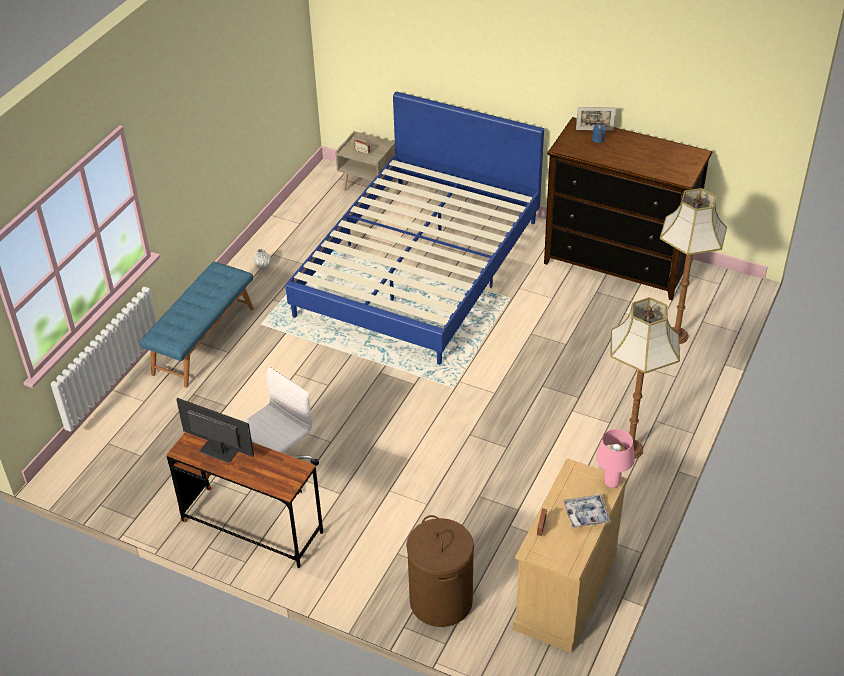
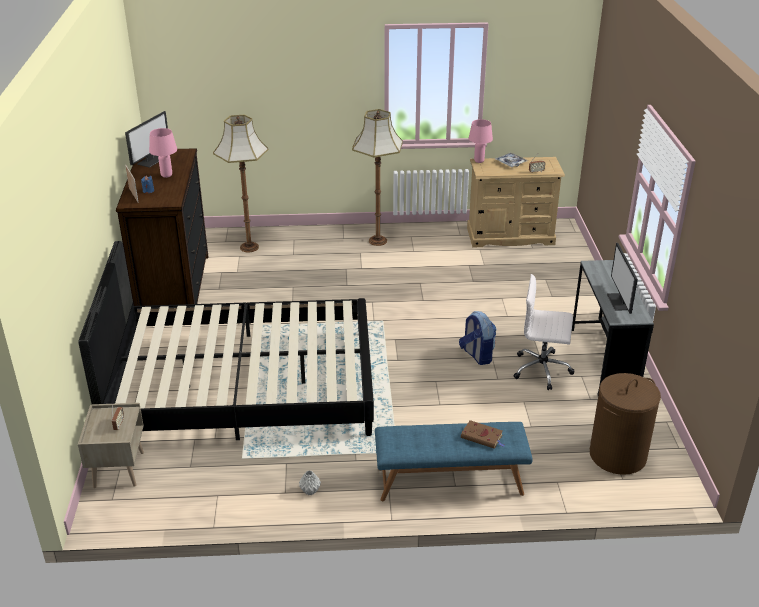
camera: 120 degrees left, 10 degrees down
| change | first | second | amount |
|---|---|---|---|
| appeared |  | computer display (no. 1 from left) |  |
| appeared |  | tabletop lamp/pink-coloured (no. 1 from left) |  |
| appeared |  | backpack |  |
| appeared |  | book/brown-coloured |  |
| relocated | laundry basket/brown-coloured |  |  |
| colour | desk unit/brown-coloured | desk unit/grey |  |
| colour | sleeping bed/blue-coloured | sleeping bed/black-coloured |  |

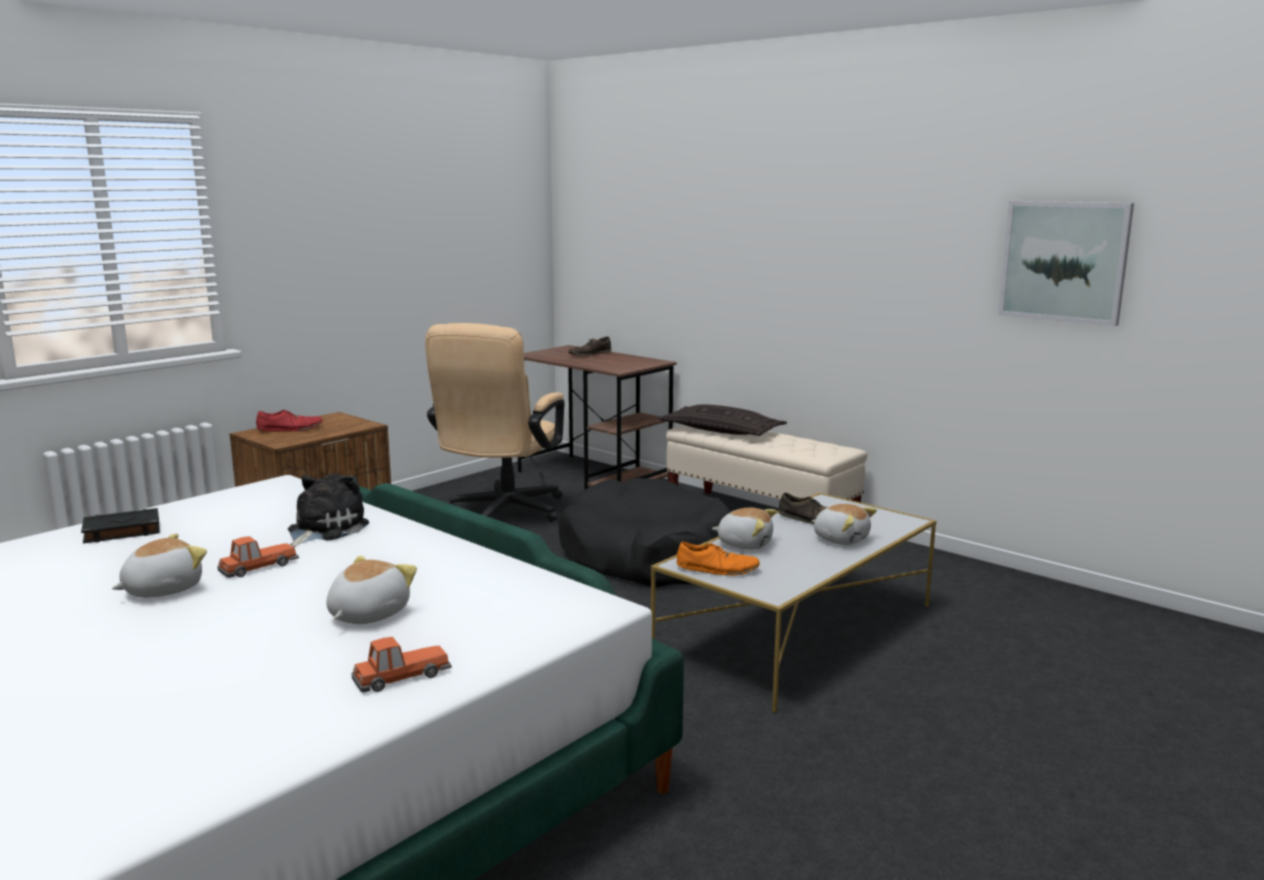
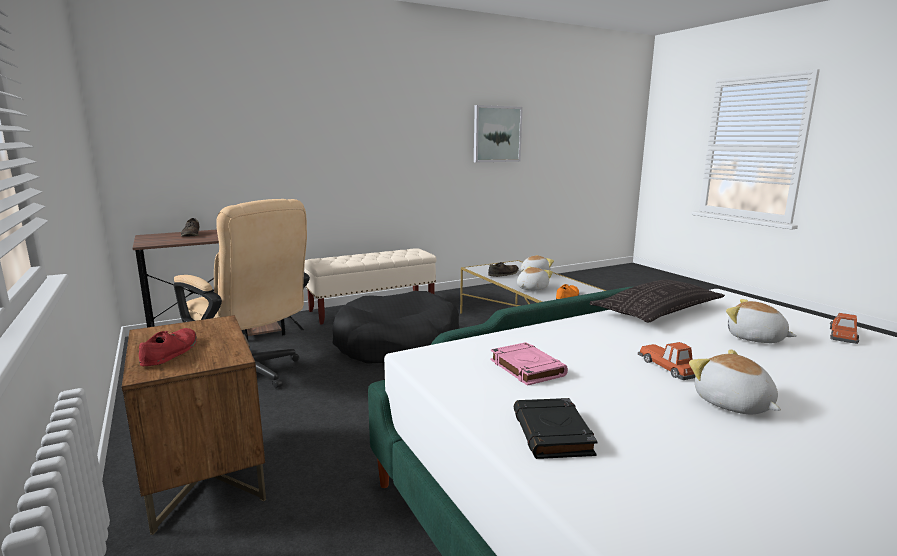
camera: 70 degrees left, 0 degrees up
| change | first | second | amount |
|---|---|---|---|
| missing | soft toy (no. 2 from left) |  |  |
| appeared |  | book/pink-coloured |  |
| relocated | throw pillow |  |  |
| spun | model car (no. 2 from left) |  | 45 degrees clockwise |

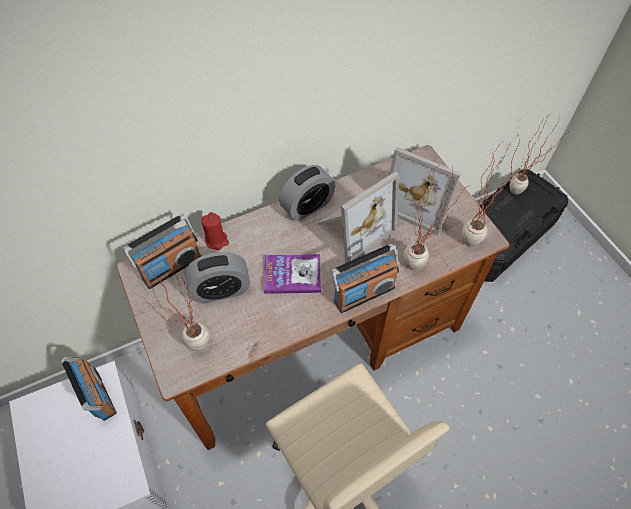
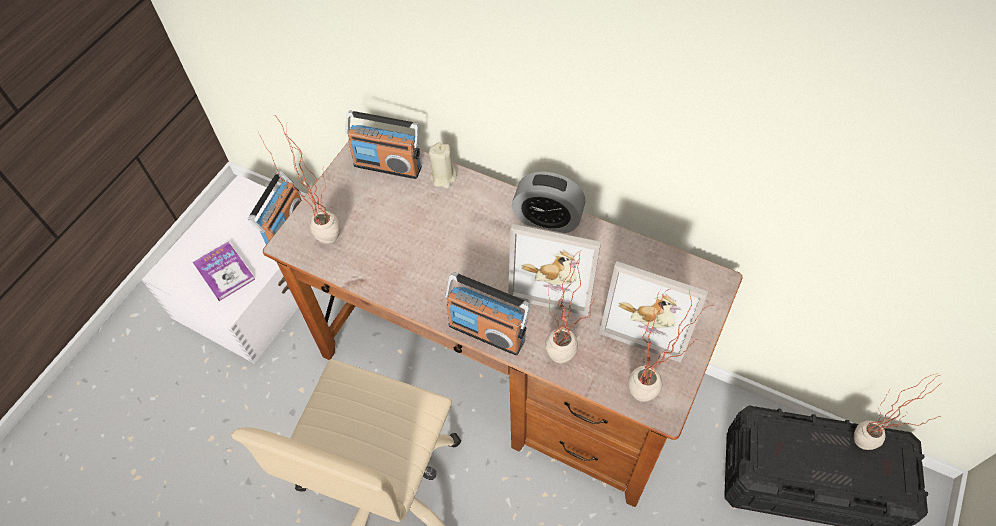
camera: 55 degrees right, 0 degrees up
| change | first | second | amount |
|---|---|---|---|
| missing | bedside clock (no. 1 from left) |  |  |
| relocated | book |  |  |
| colour | wax light/reddish | wax light/beige |  |
| spun | standing frame (no. 2 from left) |  | 60 degrees counterclockwise |

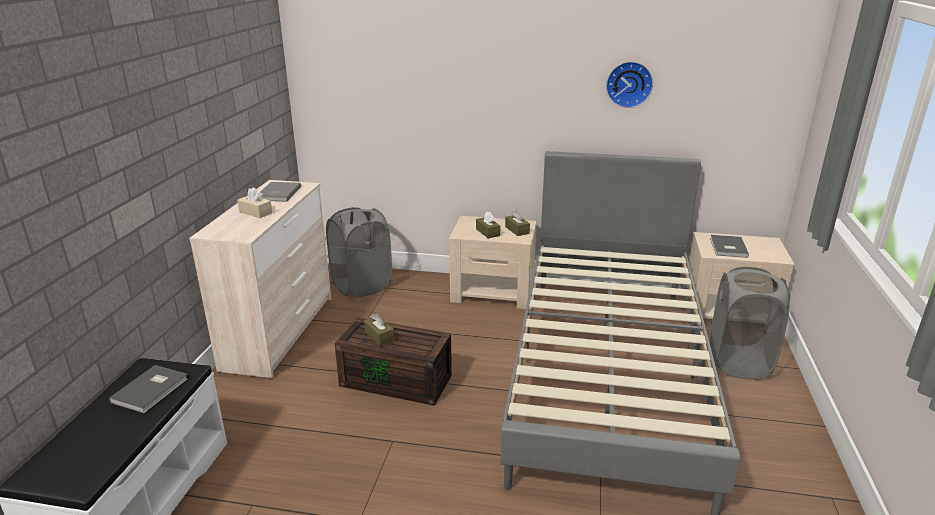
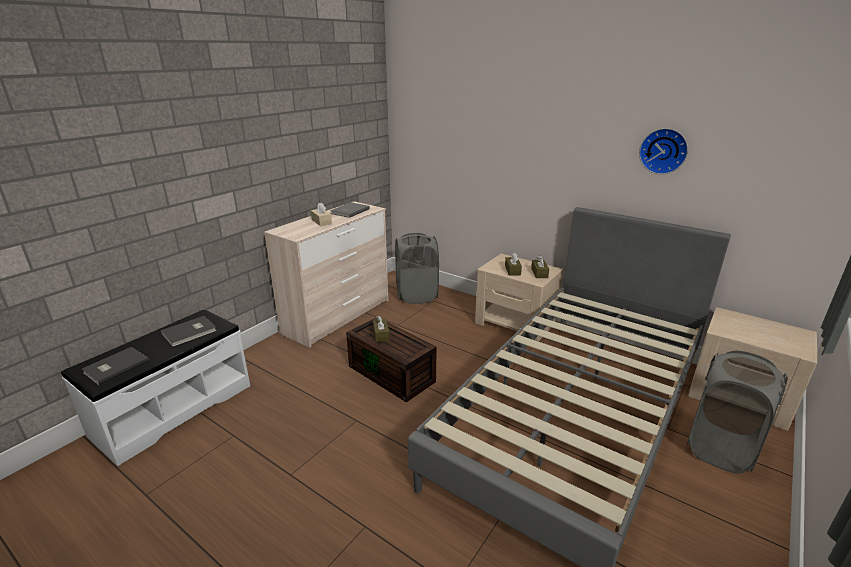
camera: 25 degrees right, 0 degrees up
| change | first | second | amount |
|---|---|---|---|
| relocated | book/grey (no. 3 from left in the first image) | book/grey (no. 1 from left) |  |

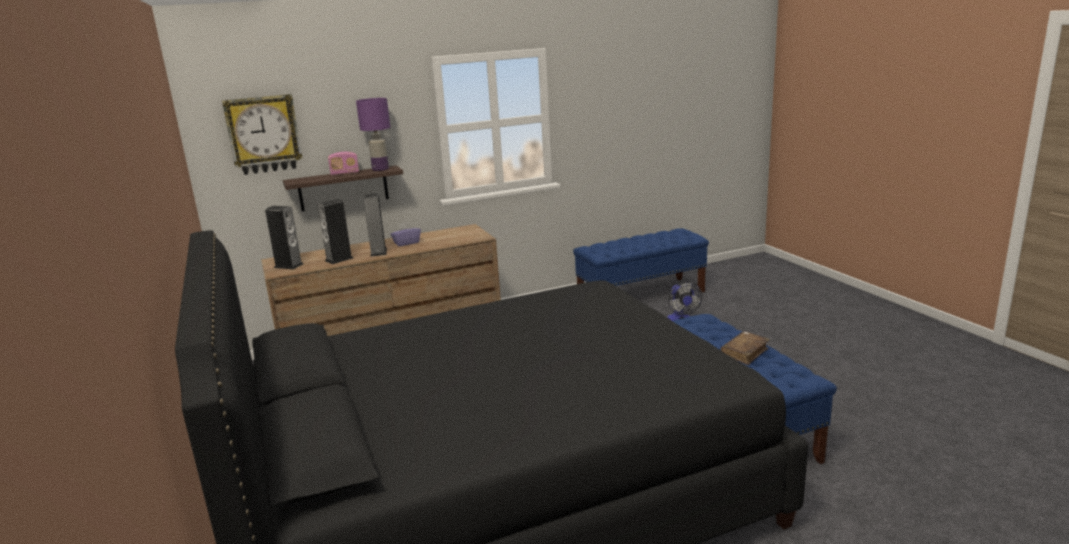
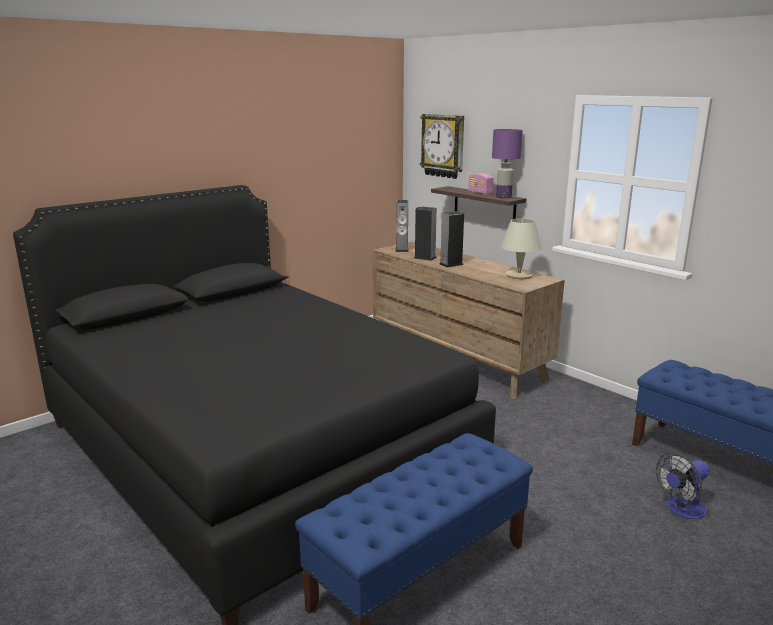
camera: 70 degrees right, 0 degrees up
| change | first | second | amount |
|---|---|---|---|
| missing | tissue box/purplish |  |  |
| missing | book/brown-coloured |  |  |
| appeared |  | tabletop lamp/beige |  |

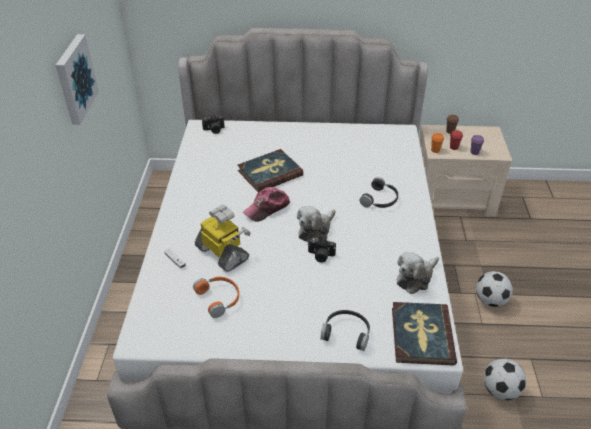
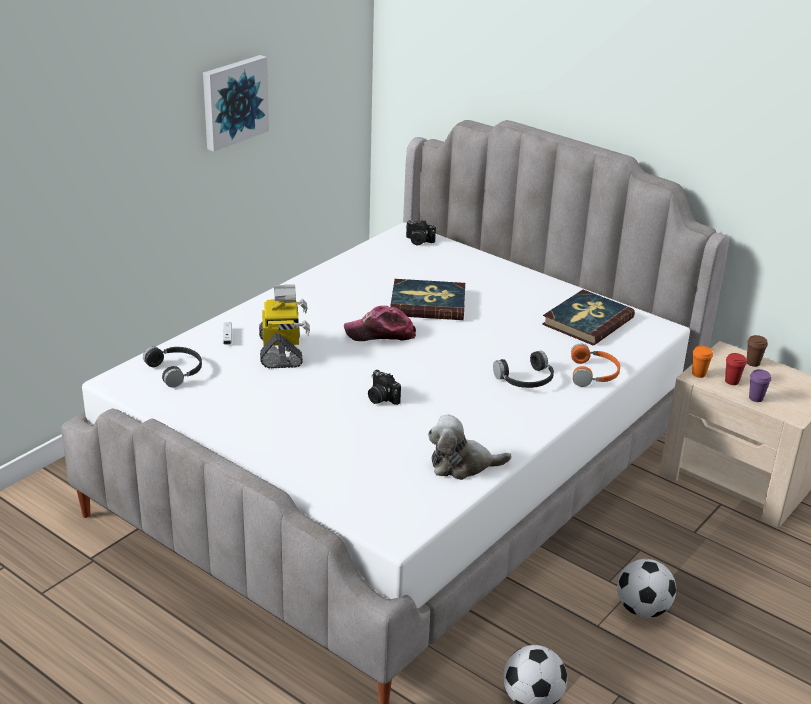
camera: 35 degrees right, 10 degrees down
| change | first | second | amount |
|---|---|---|---|
| missing | soft toy (no. 1 from left) |  |  |
| relocated | pair of headphones/orange-coloured |  |  |
| relocated | pair of headphones/black-coloured (no. 1 from left) |  |  |
| relocated | book (no. 2 from left) |  |  |

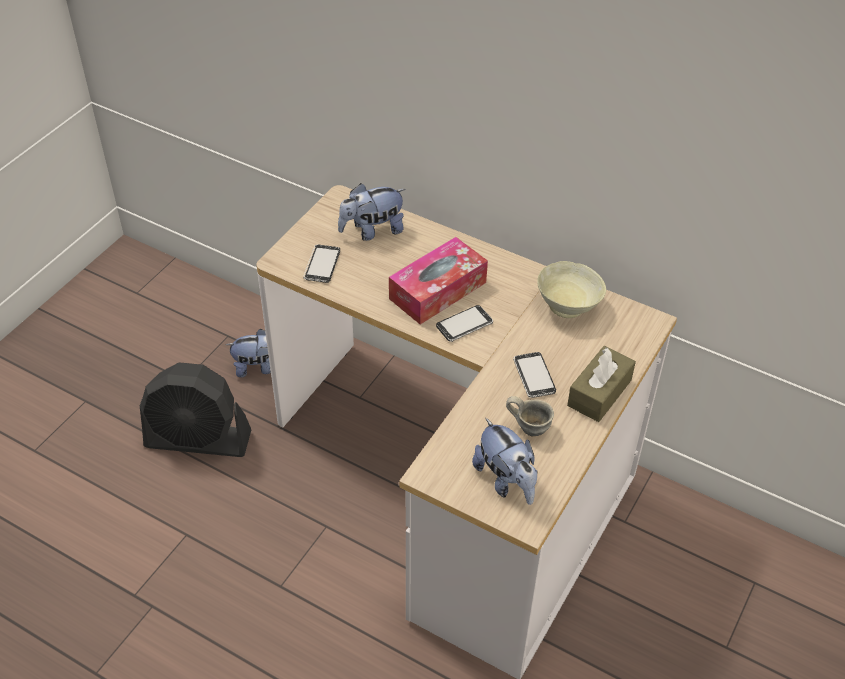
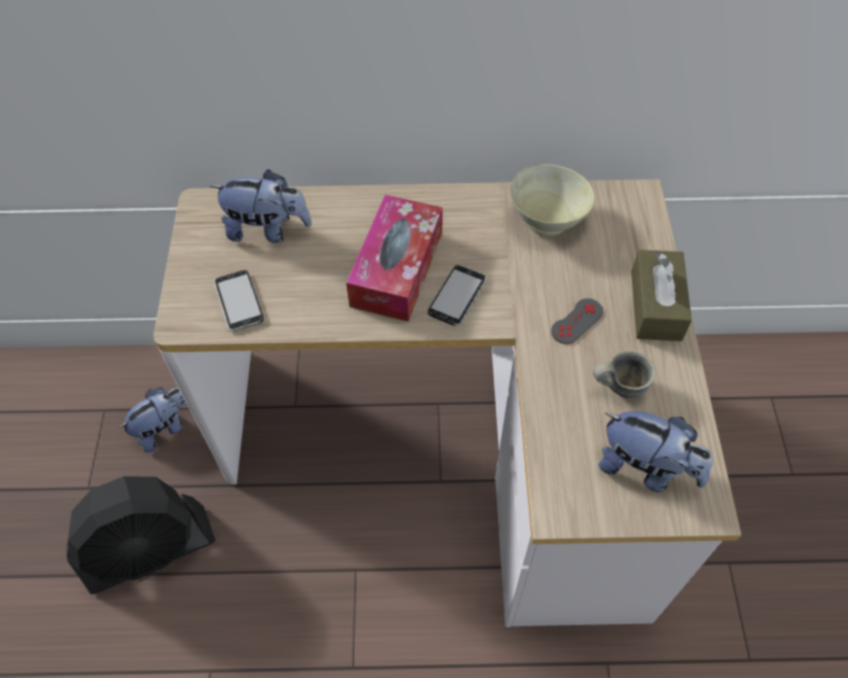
camera: 30 degrees left, 10 degrees up
| change | first | second | amount |
|---|---|---|---|
| exchanged | phone (no. 3 from left) | gamepad/grey |  |
| spun | soft toy (no. 2 from left) |  | 120 degrees counterclockwise |

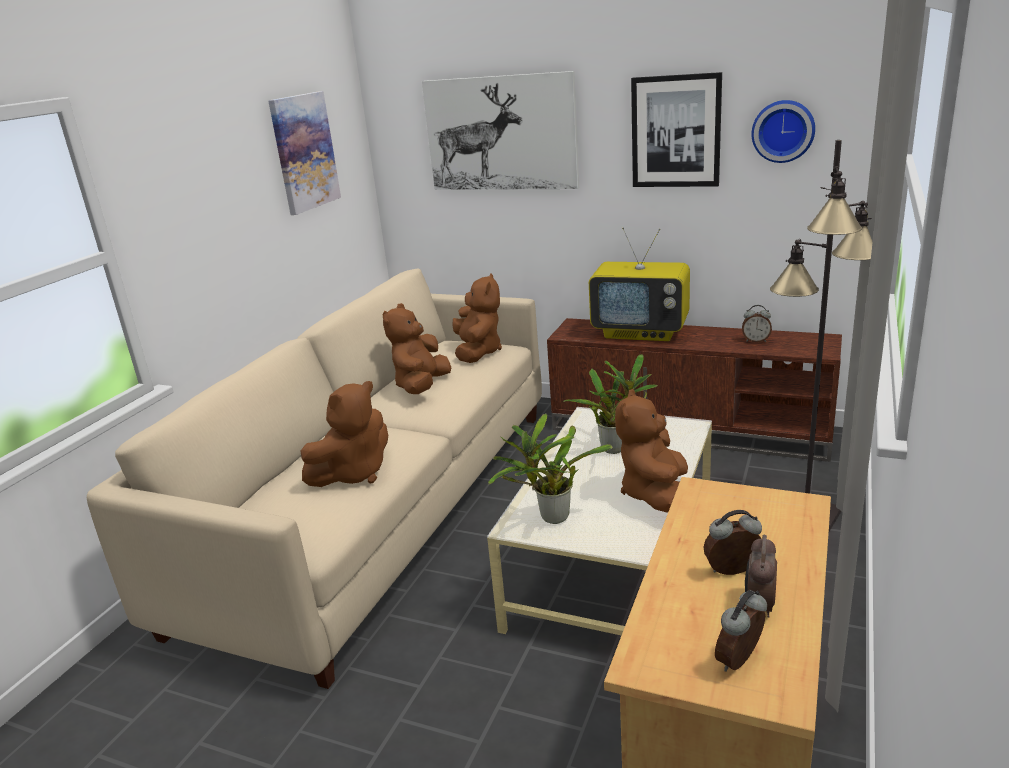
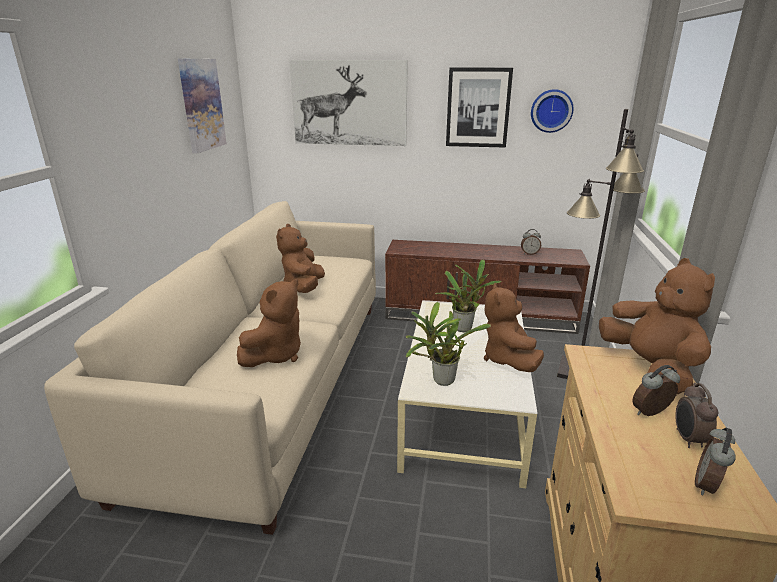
camera: 15 degrees left, 0 degrees up
| change | first | second | amount |
|---|---|---|---|
| missing | TV |  |  |
| relocated | soft toy/brown-coloured (no. 3 from left in the first image) | soft toy/brown-coloured (no. 4 from left) |  |

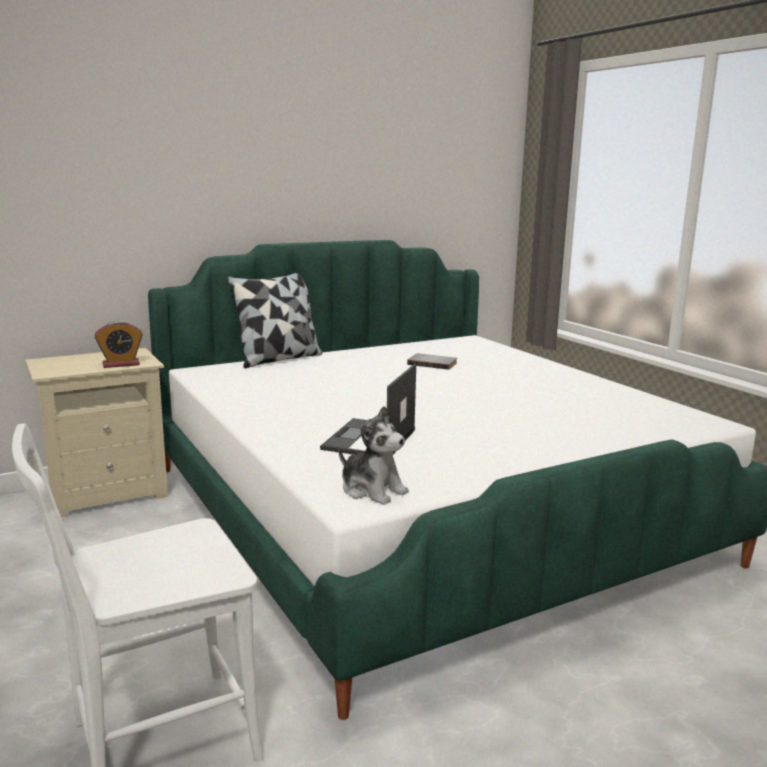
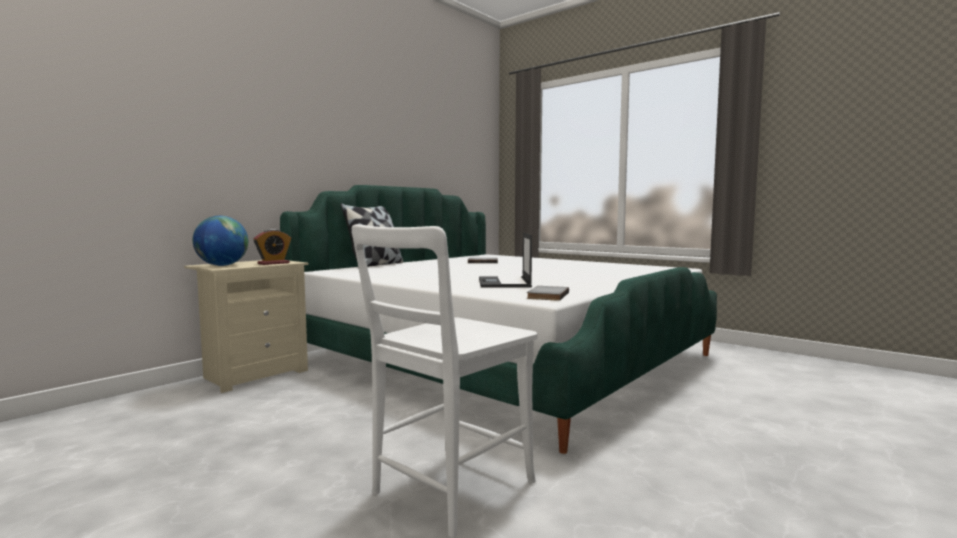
camera: 20 degrees left, 10 degrees down
| change | first | second | amount |
|---|---|---|---|
| appeared |  | desk globe |  |
| exchanged | soft toy | book/grey (no. 2 from left) |  |

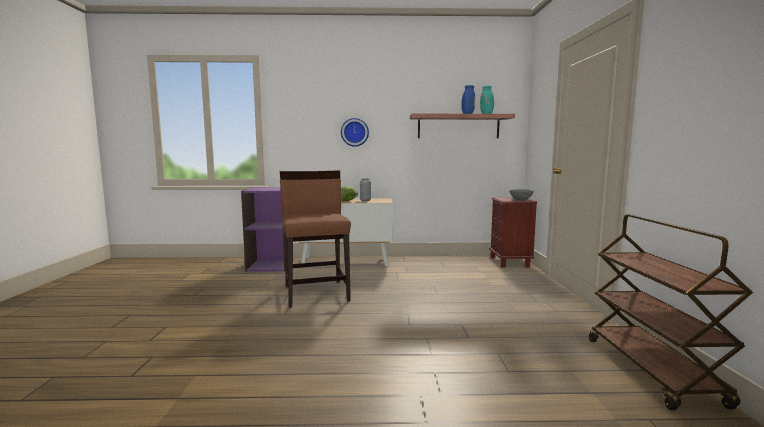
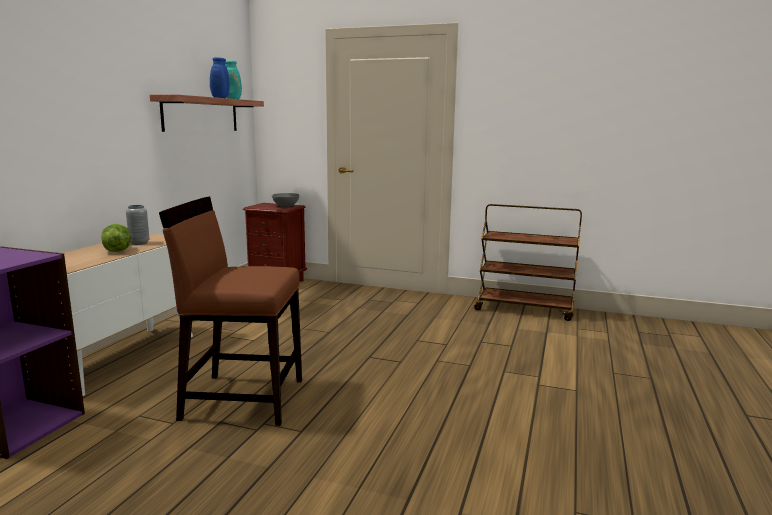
camera: 70 degrees left, 5 degrees up
| change | first | second | amount |
|---|---|---|---|
| missing | wall clock |  |  |

